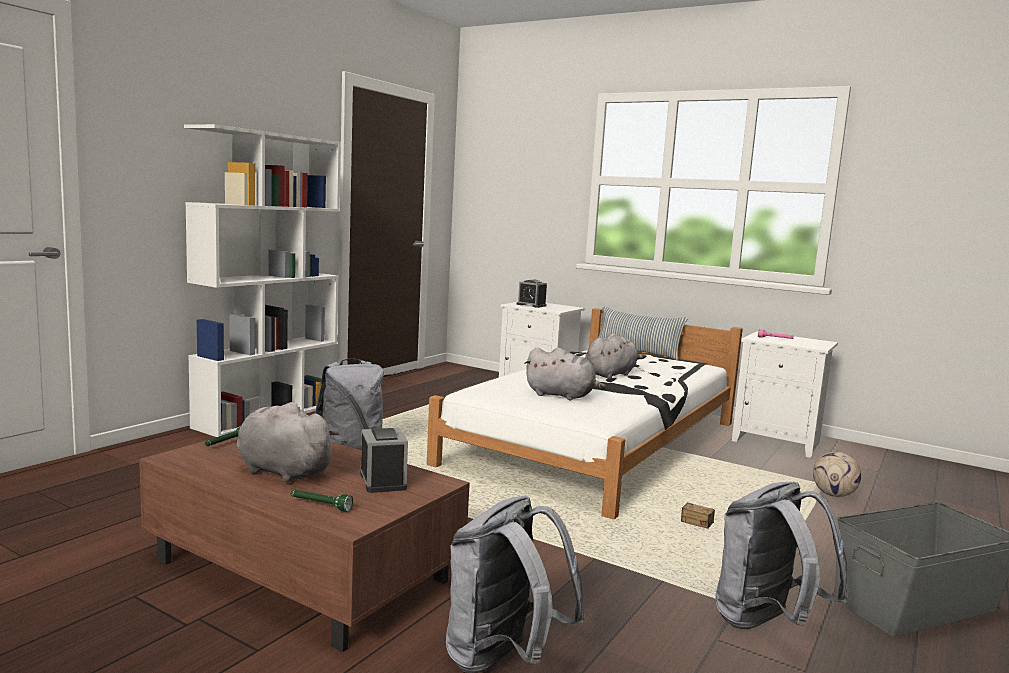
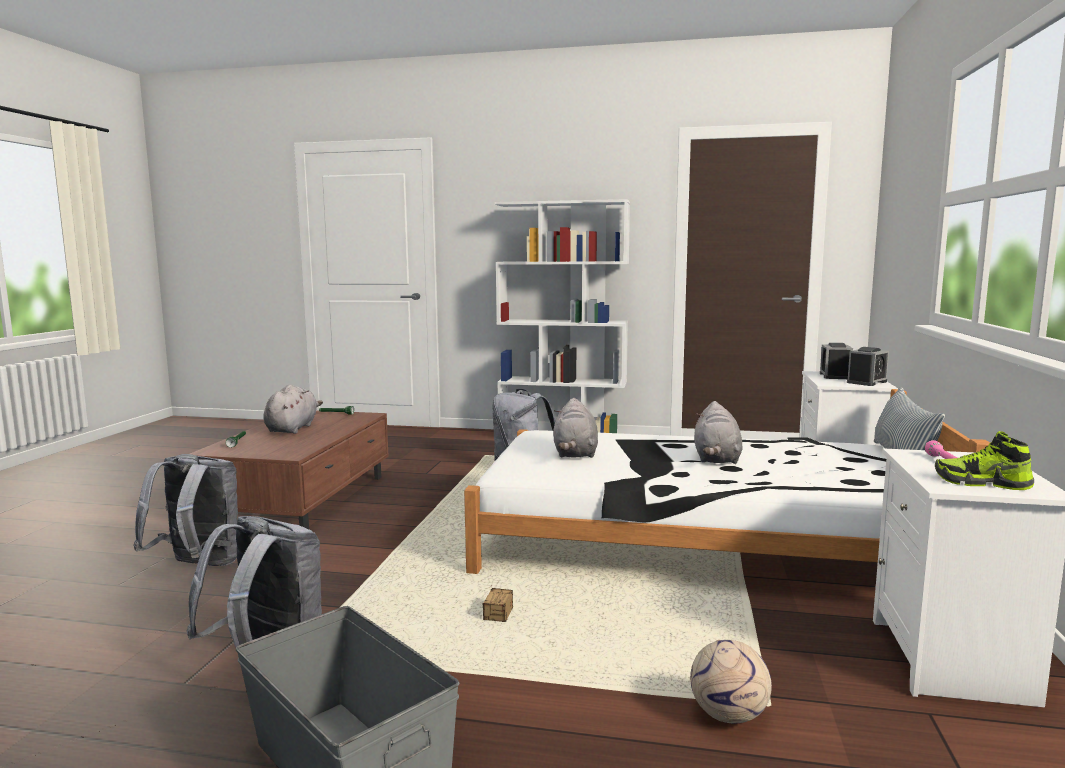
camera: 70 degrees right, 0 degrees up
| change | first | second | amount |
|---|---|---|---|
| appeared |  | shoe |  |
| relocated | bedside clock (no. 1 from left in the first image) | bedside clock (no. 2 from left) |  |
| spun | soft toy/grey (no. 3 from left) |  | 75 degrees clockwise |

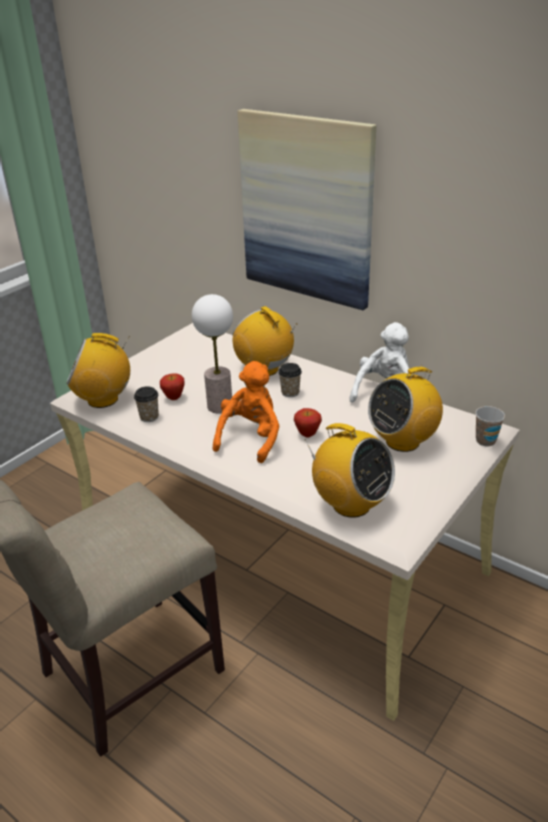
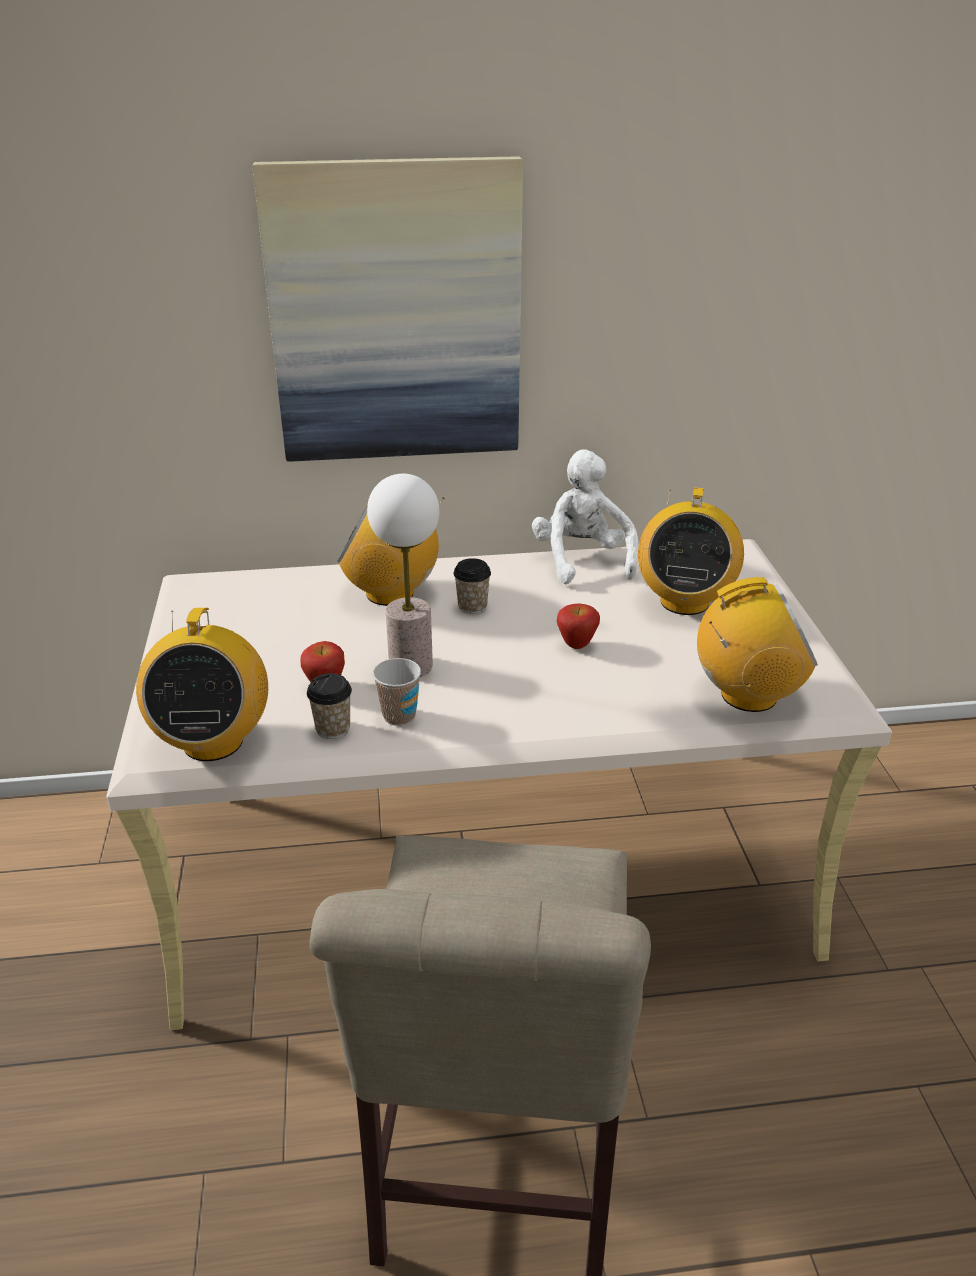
camera: 45 degrees left, 0 degrees up
| change | first | second | amount |
|---|---|---|---|
| missing | soft toy/orange-coloured |  |  |
| relocated | small cup (no. 3 from left in the first image) | small cup (no. 2 from left) |  |
| spun | radio set (no. 1 from left) |  | 45 degrees counterclockwise |

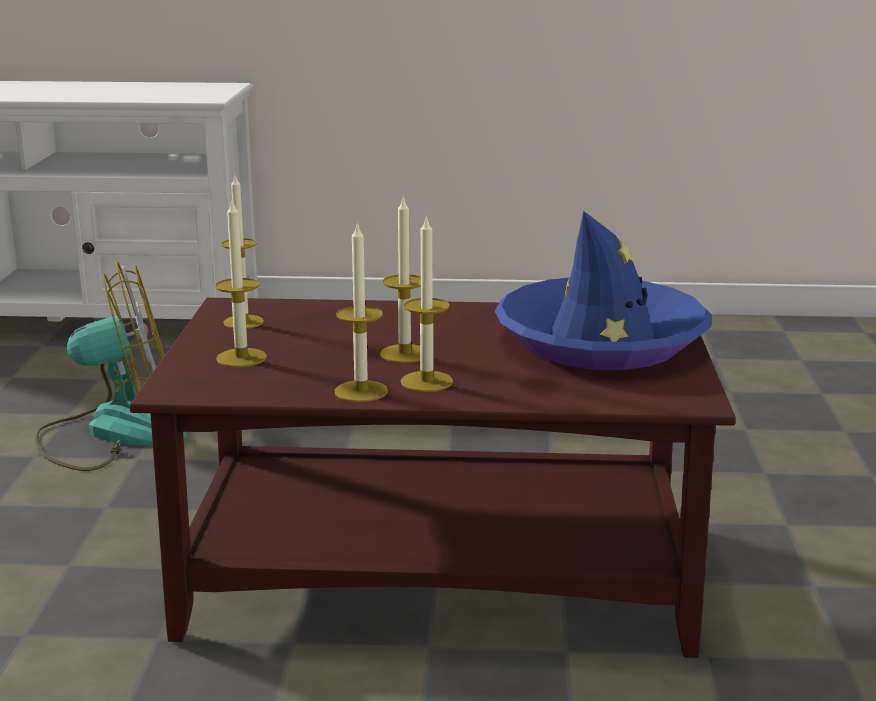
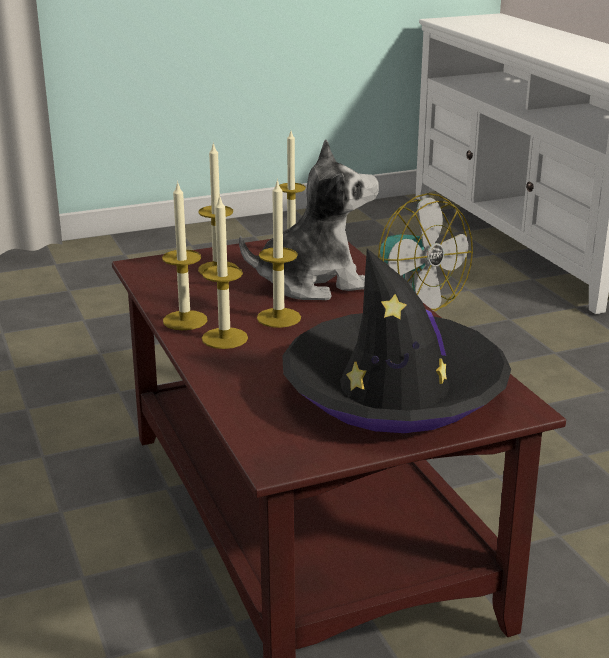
camera: 65 degrees right, 5 degrees up
| change | first | second | amount |
|---|---|---|---|
| appeared |  | soft toy |  |
| colour | wearable hat/blue-coloured | wearable hat/black-coloured |  |

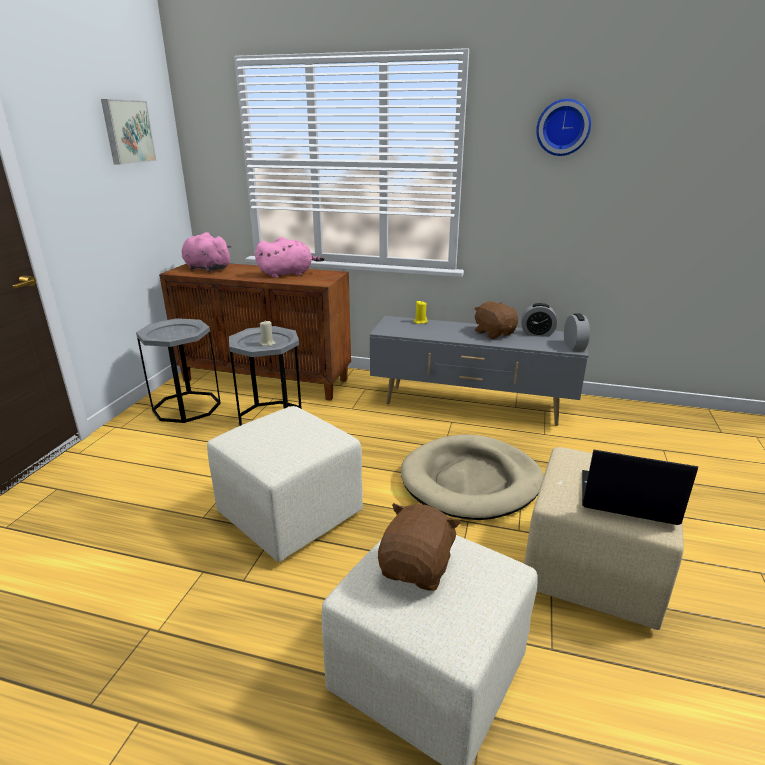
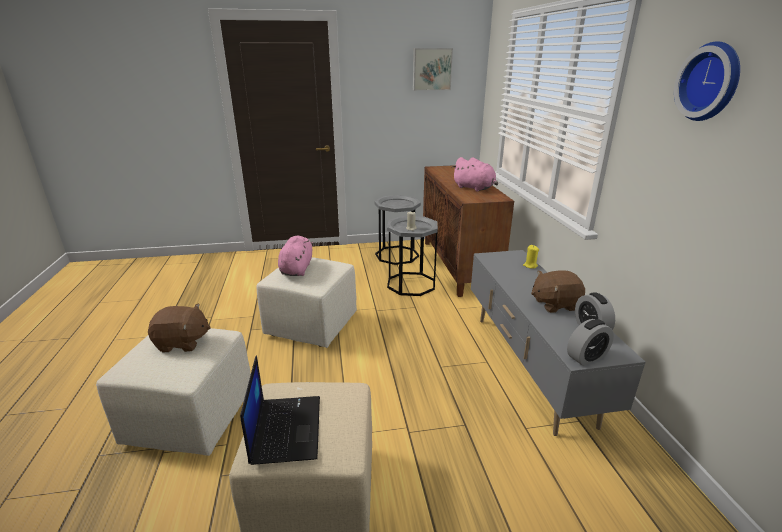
camera: 65 degrees right, 0 degrees up
| change | first | second | amount |
|---|---|---|---|
| missing | pet bed/beige |  |  |
| relocated | soft toy/pink-coloured (no. 1 from left) |  |  |
| spun | soft toy/brown-coloured (no. 2 from left) |  | 135 degrees counterclockwise |

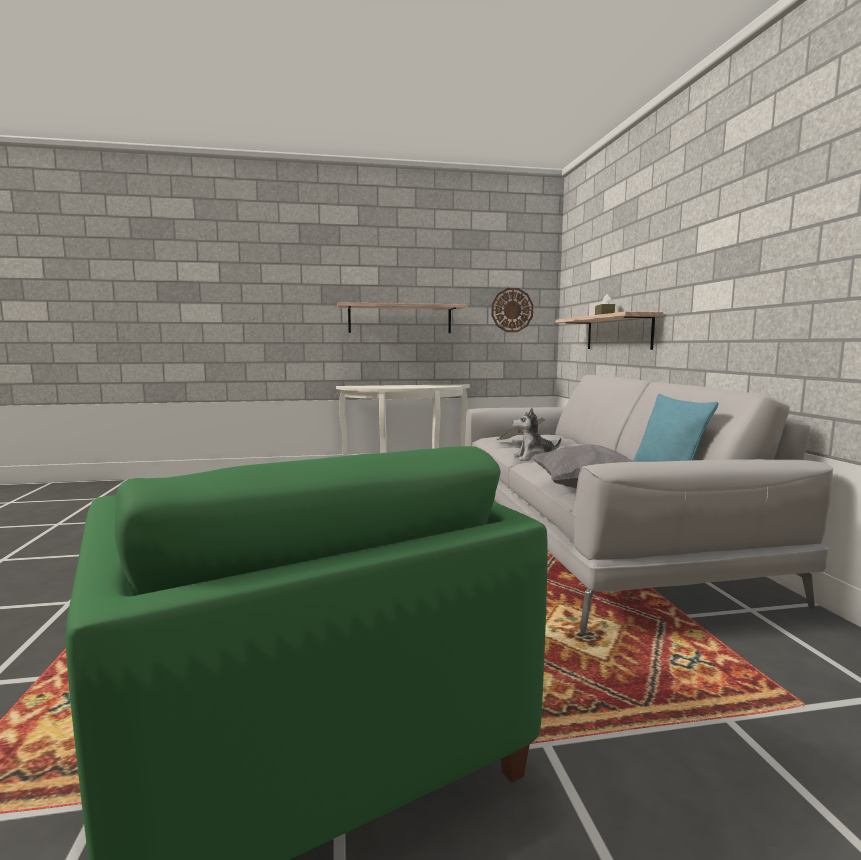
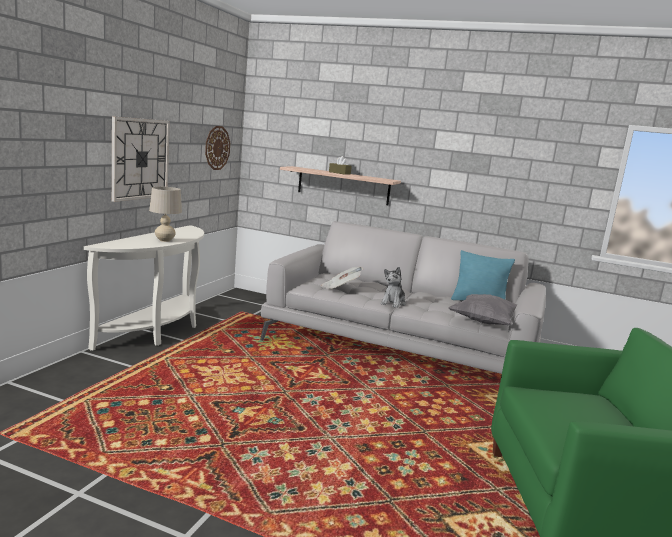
camera: 60 degrees left, 5 degrees up
| change | first | second | amount |
|---|---|---|---|
| appeared |  | tabletop lamp/beige |  |
| exchanged | wall shelf (no. 1 from left) | wall clock (no. 1 from left) |  |

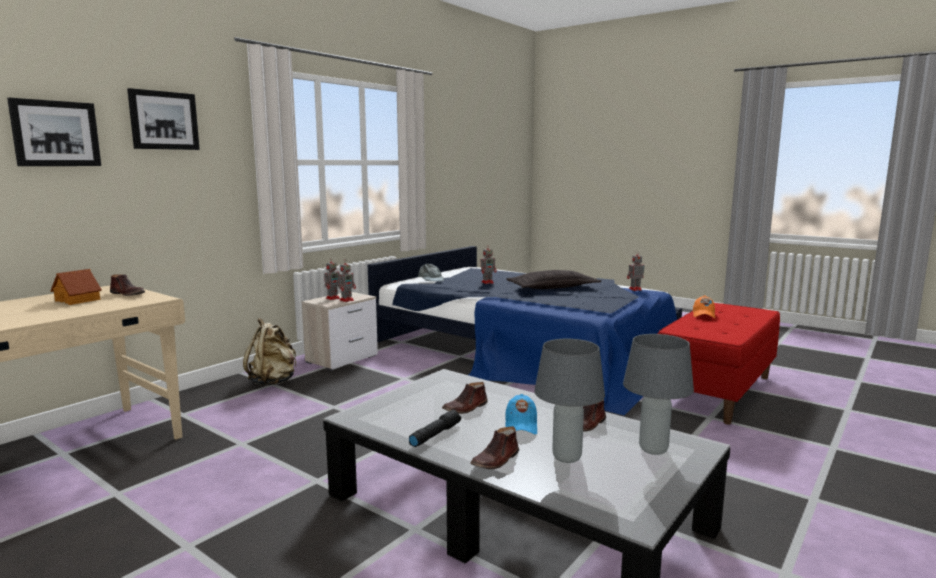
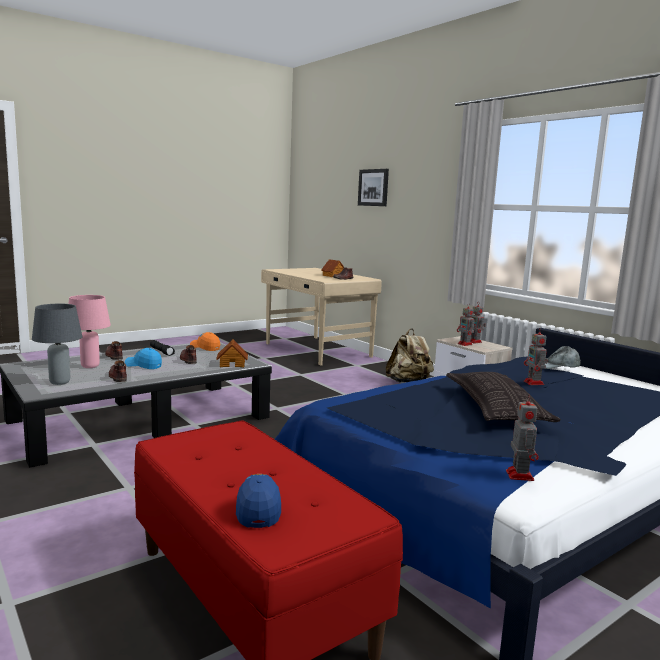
camera: 105 degrees right, 0 degrees up
| change | first | second | amount |
|---|---|---|---|
| missing | wall picture (no. 2 from left) |  |  |
| appeared |  | miniature house (no. 1 from left) |  |
| appeared |  | peaked cap/blue-coloured (no. 2 from left) |  |
| relocated | peaked cap/orange-coloured |  |  |
| colour | tabletop lamp/grey (no. 1 from left) | tabletop lamp/pink-coloured |  |

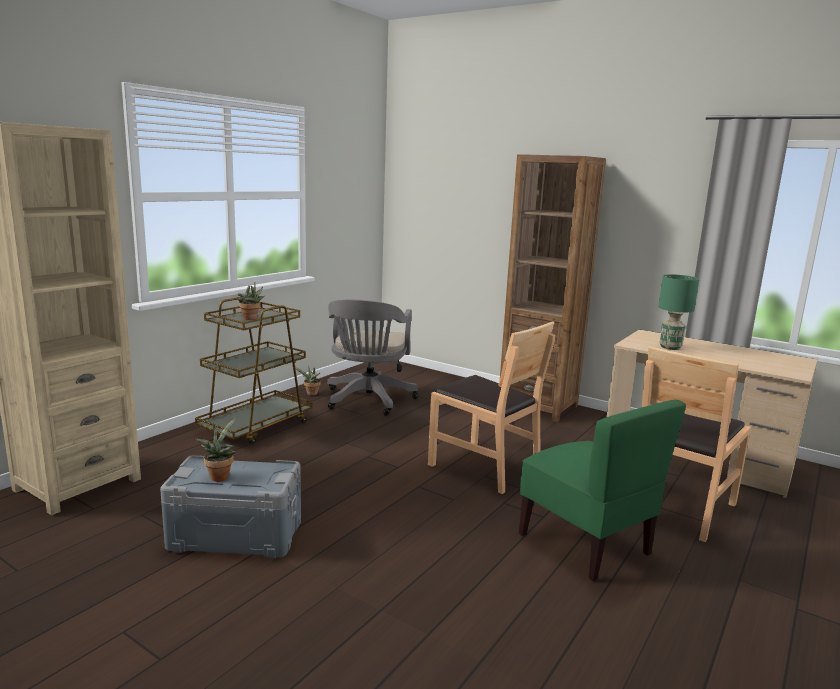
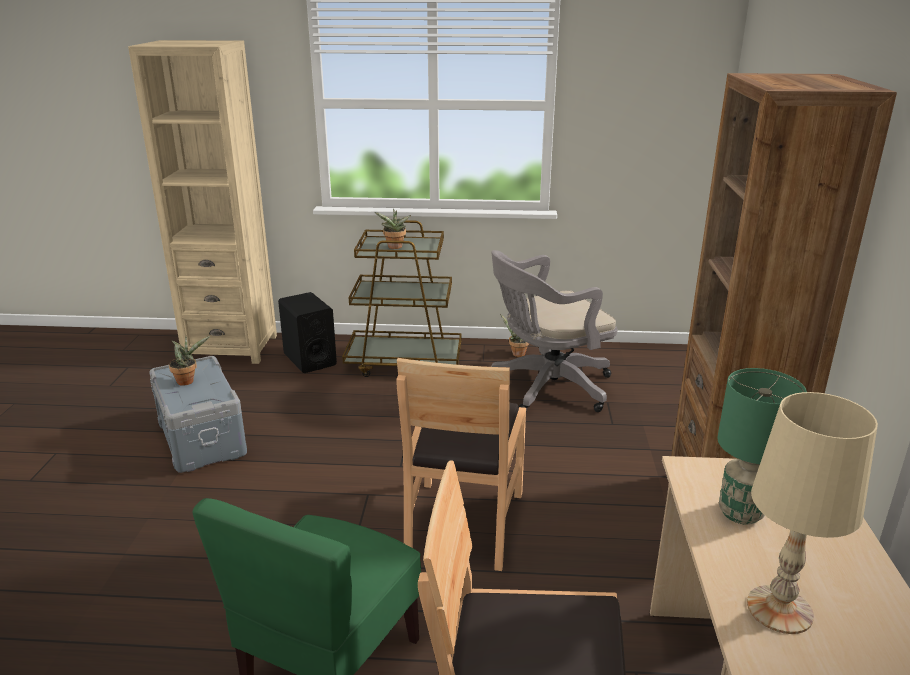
camera: 60 degrees right, 10 degrees up
| change | first | second | amount |
|---|---|---|---|
| appeared |  | audio speaker/black-coloured |  |
| appeared |  | tabletop lamp/beige |  |

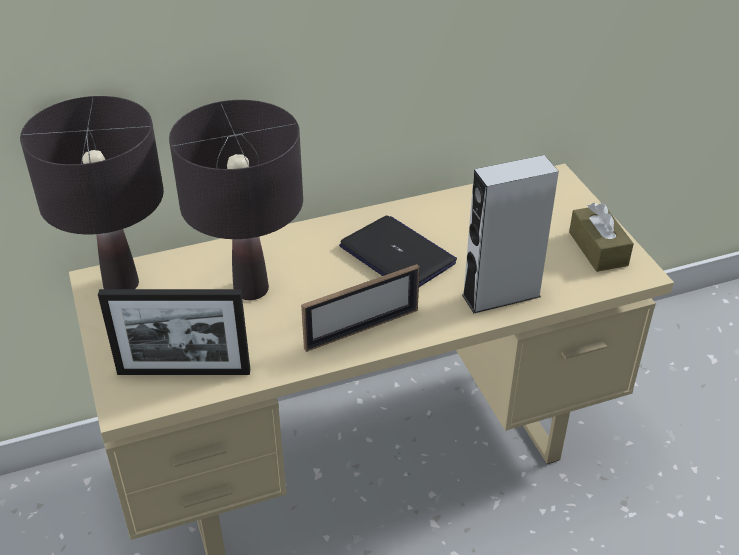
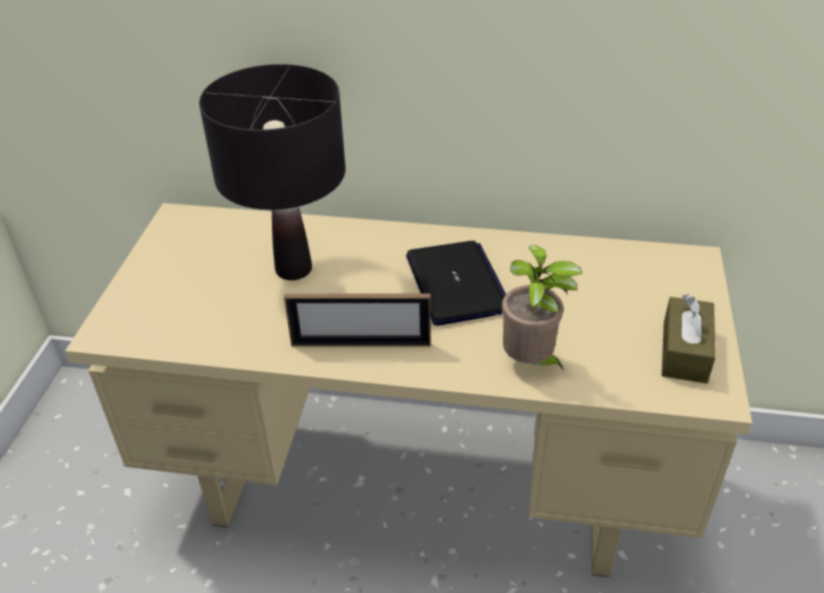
camera: 30 degrees right, 0 degrees up
| change | first | second | amount |
|---|---|---|---|
| missing | tabletop lamp/black-coloured (no. 1 from left) |  |  |
| missing | standing frame (no. 1 from left) |  |  |
| exchanged | audio speaker/grey | potted plant |  |

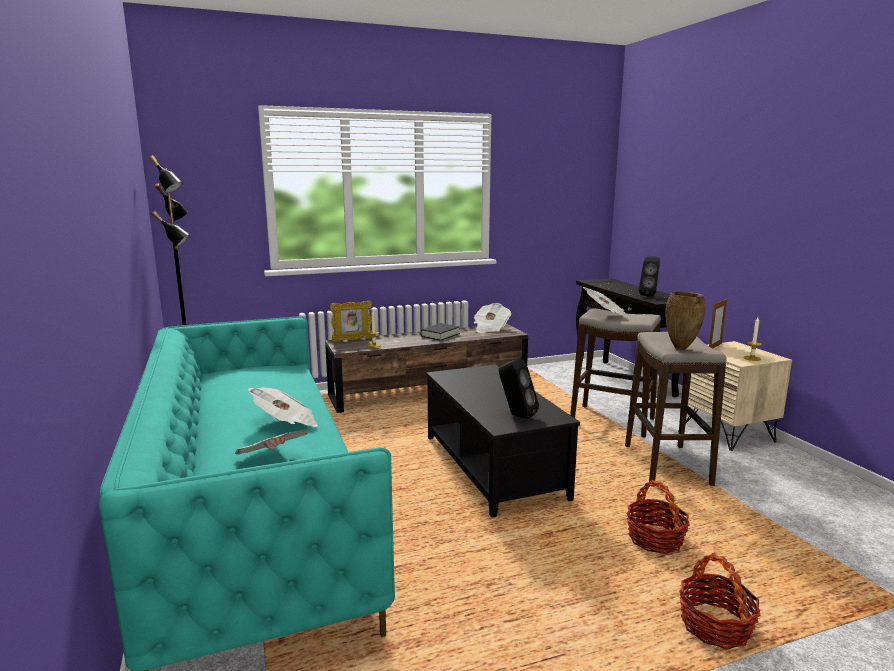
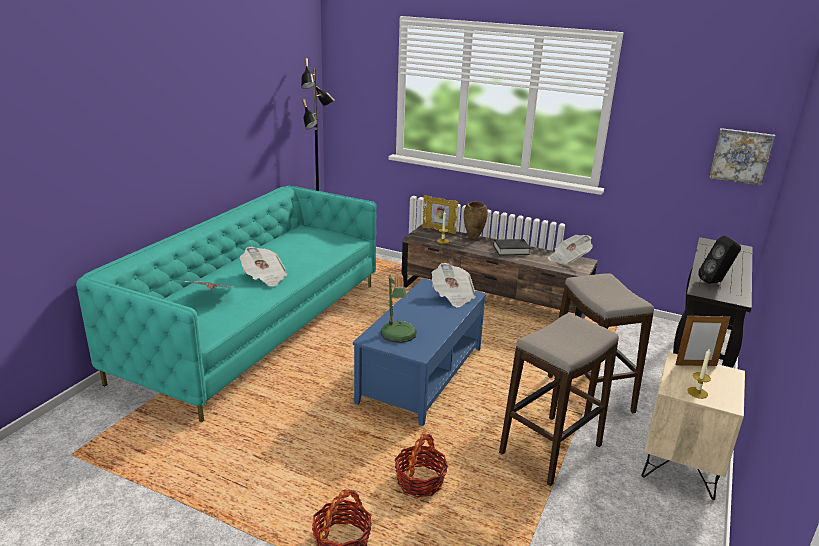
camera: 45 degrees right, 10 degrees up
| change | first | second | amount |
|---|---|---|---|
| appeared |  | wall picture |  |
| relocated | printed paper (no. 4 from left in the first image) | printed paper (no. 3 from left) |  |
| relocated | decorative vase/brown-coloured |  |  |
| exchanged | audio speaker/black-coloured (no. 1 from left) | tabletop lamp |  |
| colour | lounge table/black-coloured | lounge table/blue-coloured |  |

